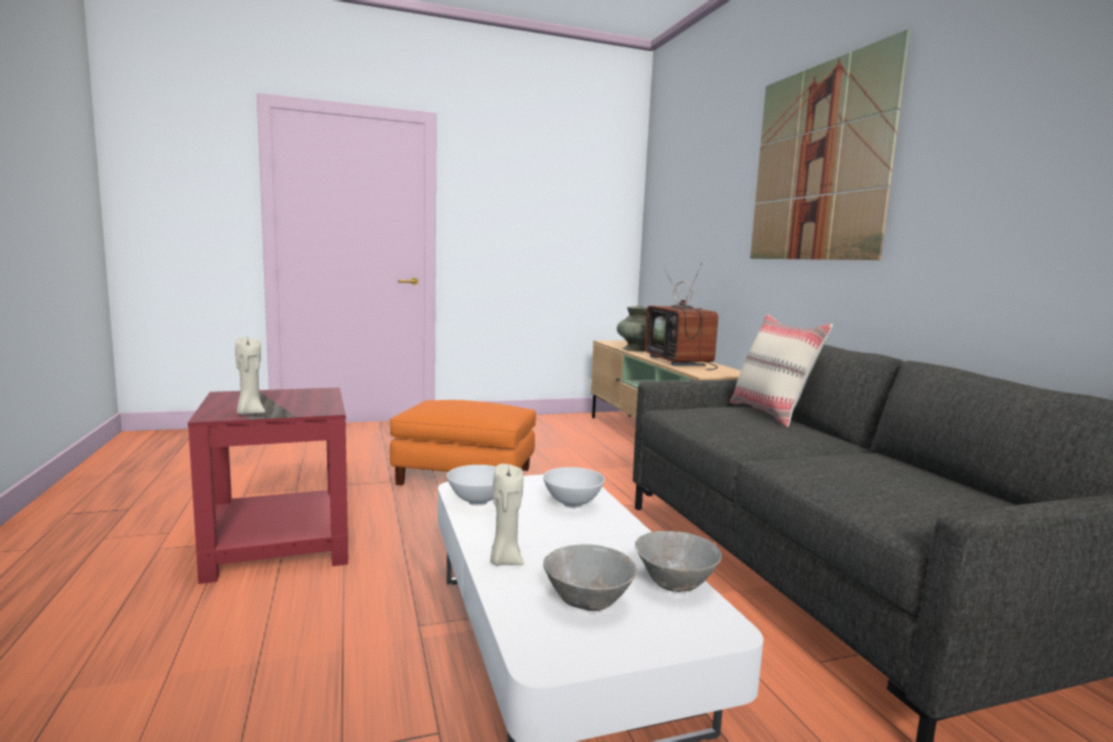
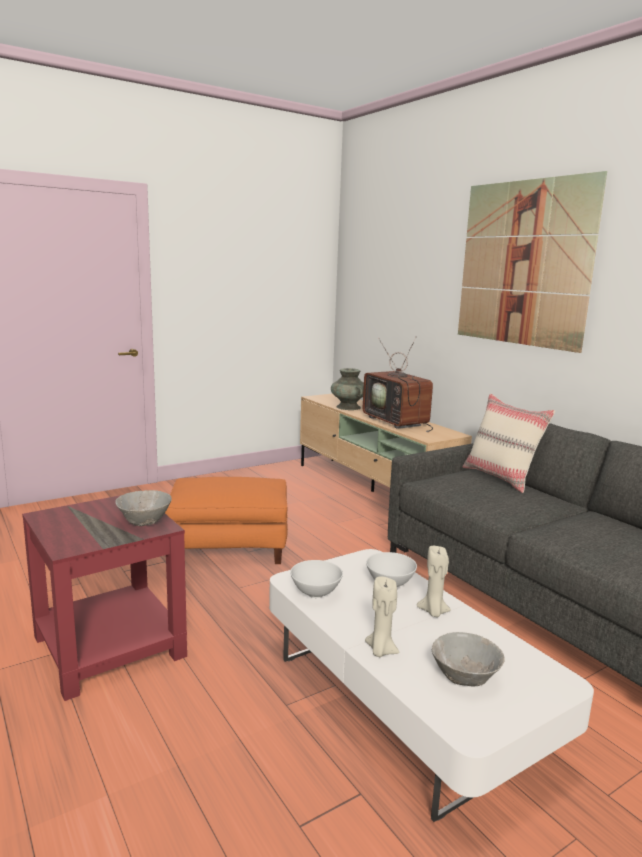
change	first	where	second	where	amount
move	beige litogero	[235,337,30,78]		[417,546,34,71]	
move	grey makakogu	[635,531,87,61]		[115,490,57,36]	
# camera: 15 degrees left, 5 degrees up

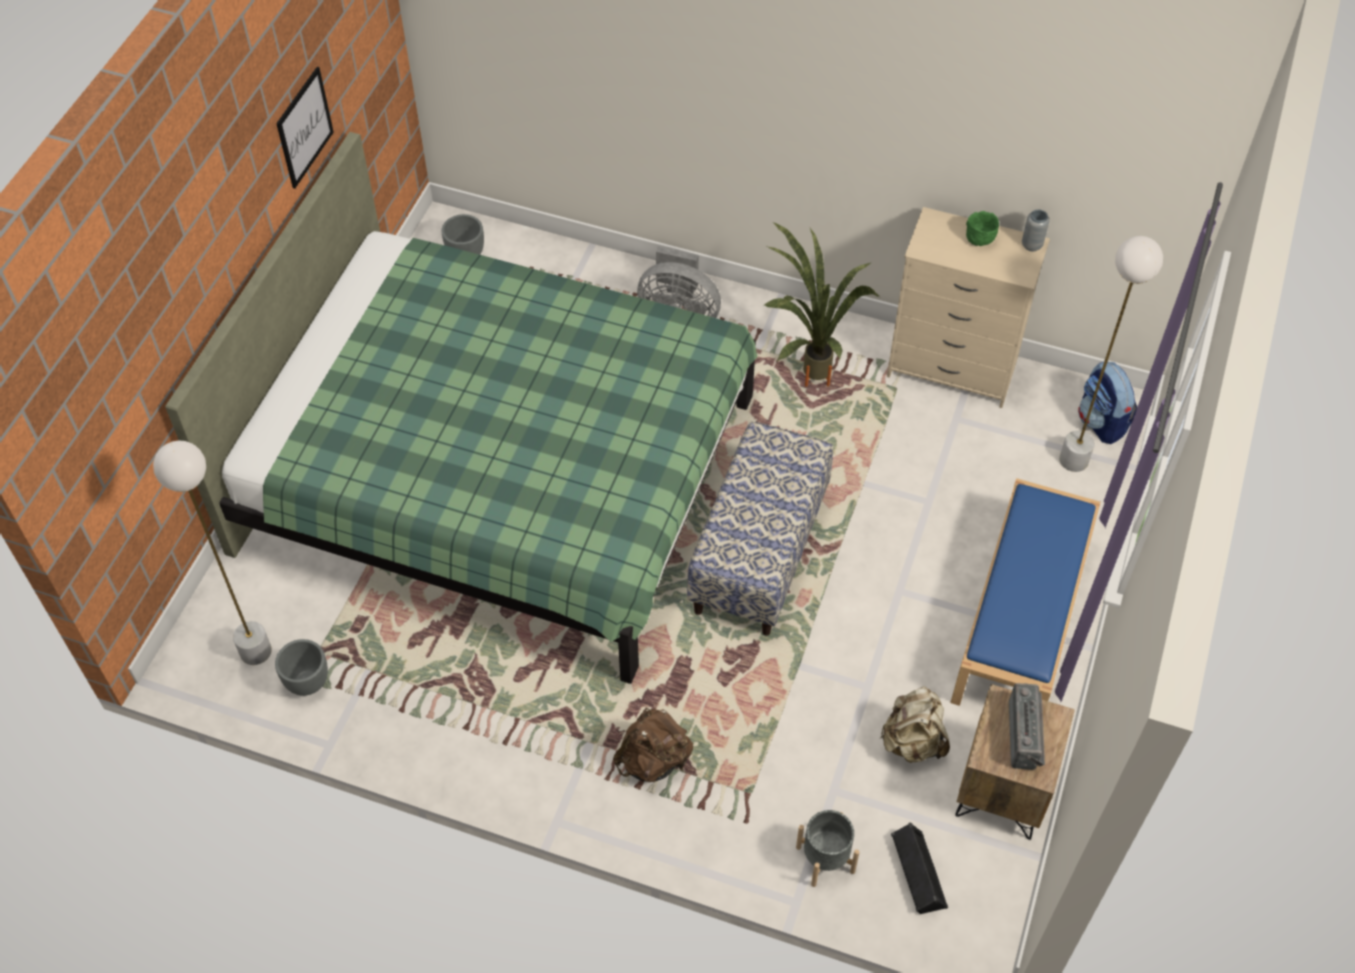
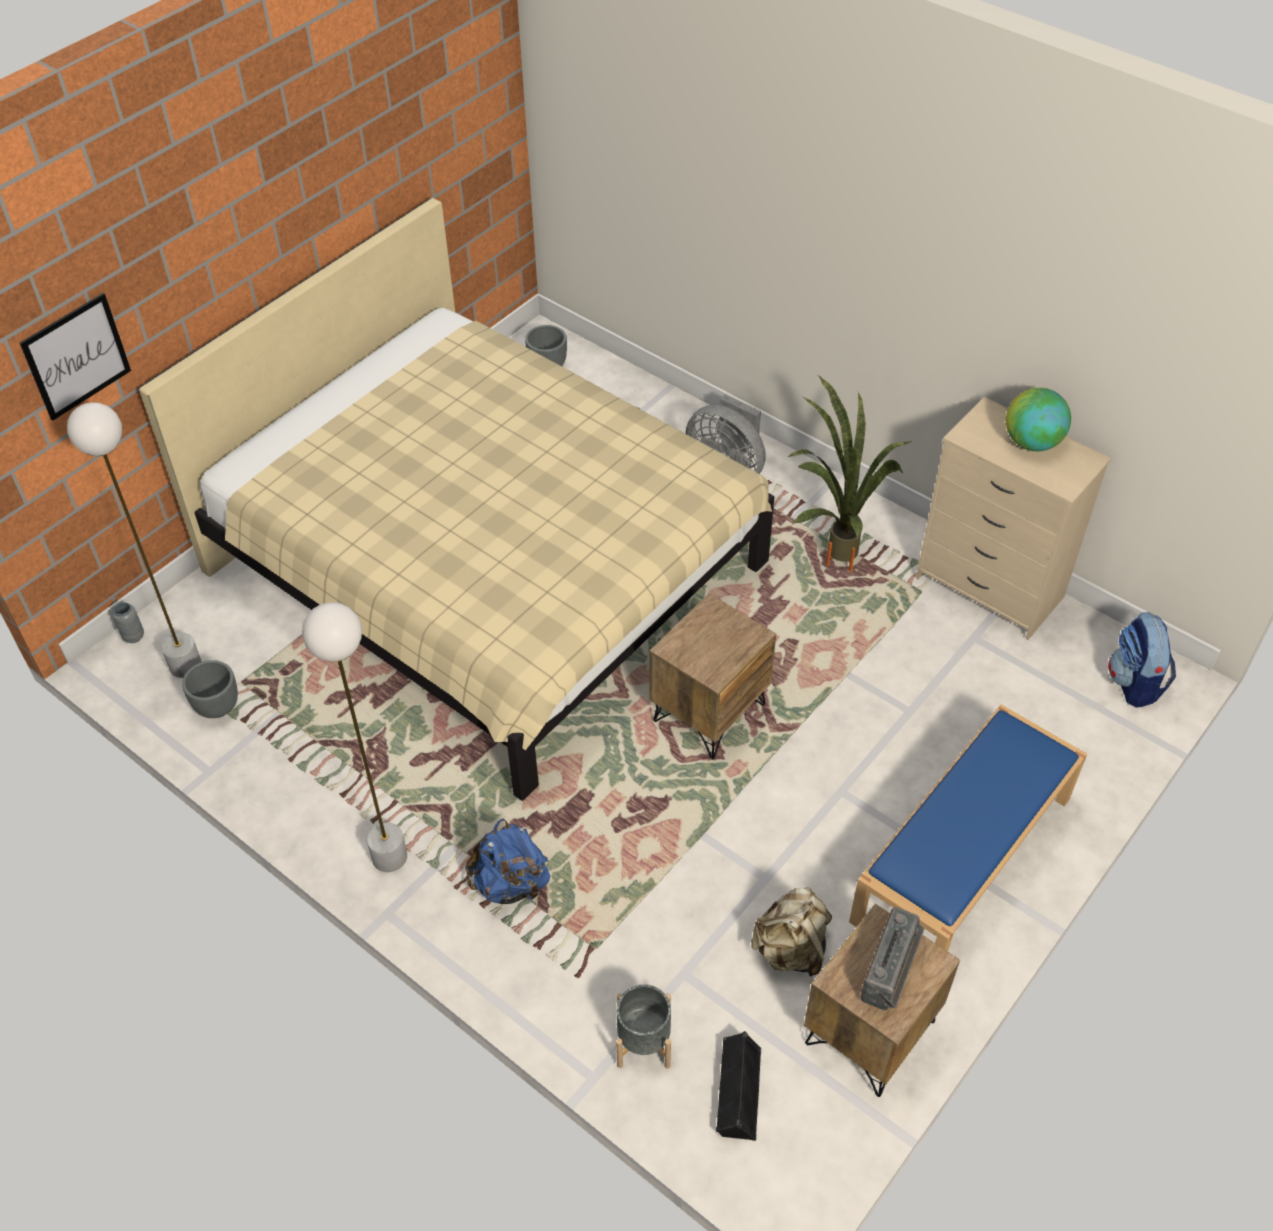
change	first	where	second	where	amount
move	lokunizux	[276,67,58,122]		[20,293,111,128]	
recolor	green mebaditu	[165,132,592,552]	beige mebaditu	[139,198,635,603]	
move	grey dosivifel	[1022,209,27,43]		[112,602,32,41]	
replace	green makakogu	[966,211,33,35]	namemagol	[1006,388,65,63]	
move	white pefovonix	[1059,236,104,236]		[302,602,105,270]	
replace	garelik	[687,421,146,215]	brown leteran	[650,594,126,165]	
recolor	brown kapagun	[613,708,80,74]	blue kapagun	[465,819,86,85]	
# camera: 20 degrees right, 5 degrees down

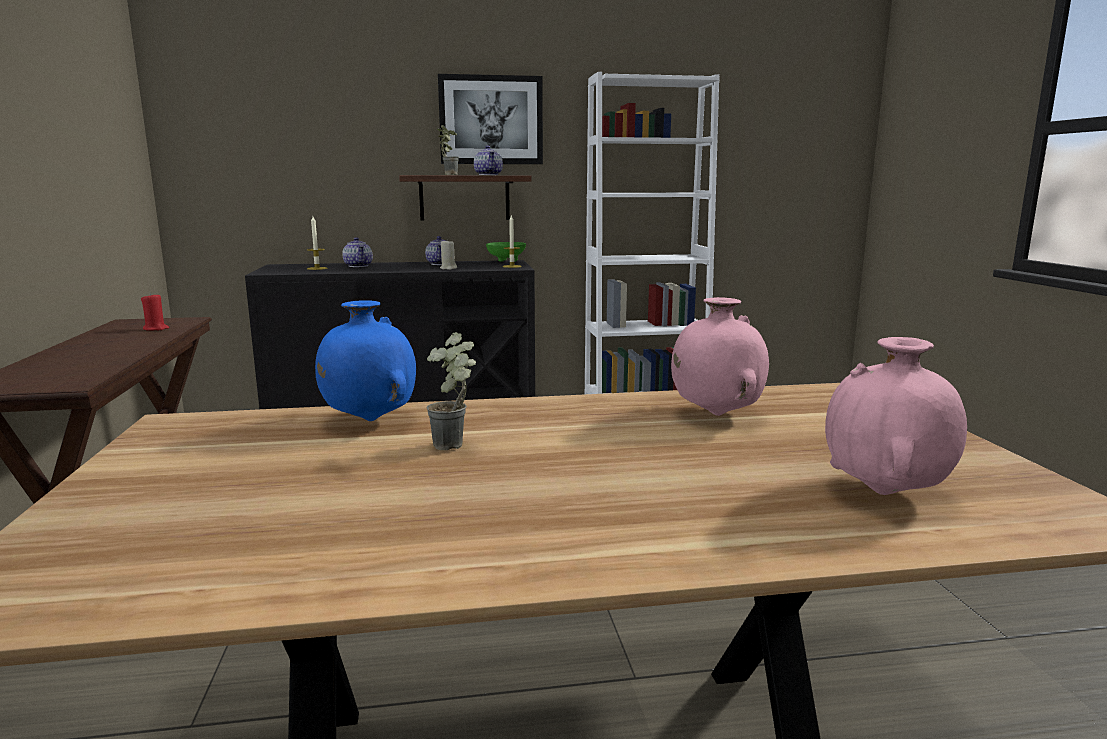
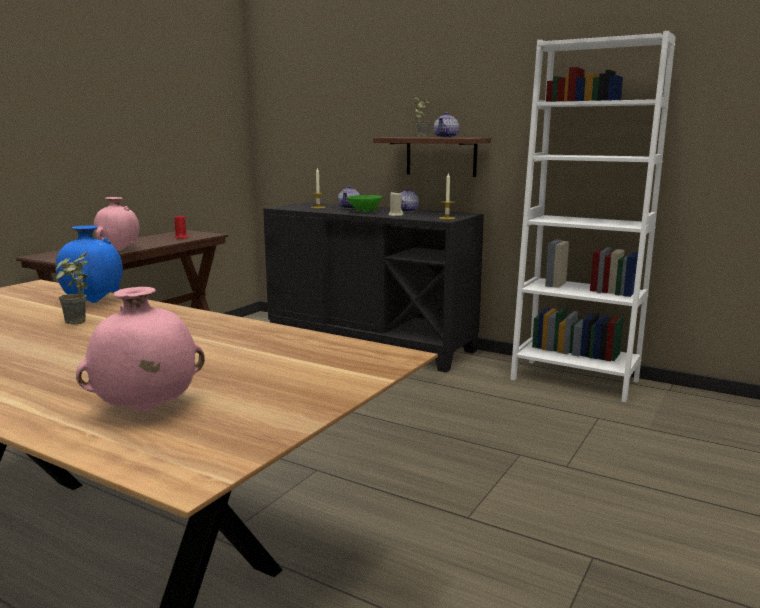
change	first	where	second	where	amount
delete	lokunizux	[438,74,105,90]			
move	green makakogu	[486,242,40,20]		[347,195,35,18]	
move	pink dosivifel	[671,297,98,119]		[94,197,46,54]	
# camera: 40 degrees right, 0 degrees up

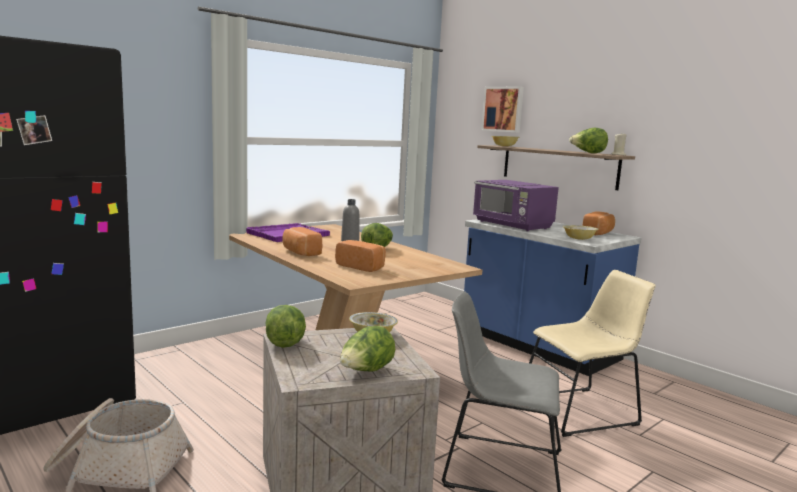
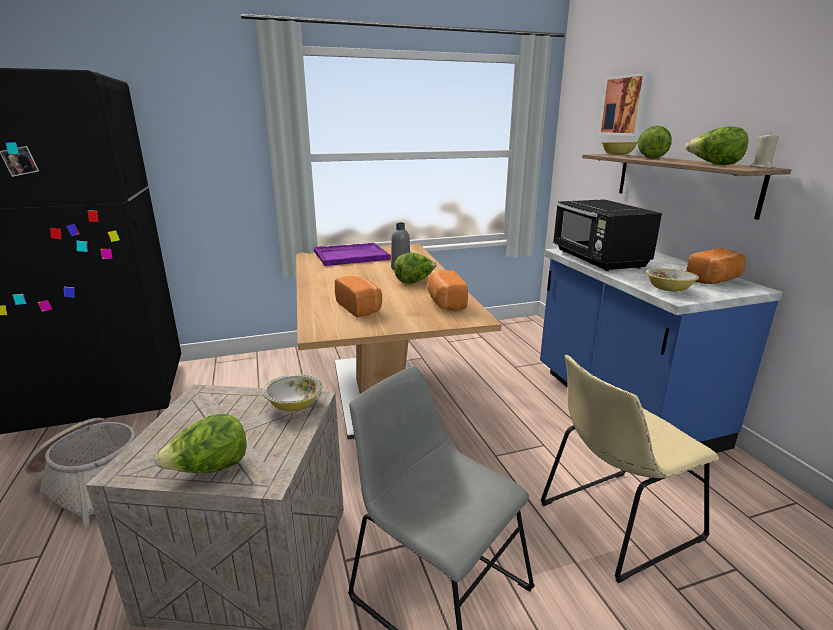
change	first	where	second	where	amount
recolor	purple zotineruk	[473,180,86,51]	black zotineruk	[553,199,109,72]	
move	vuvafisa	[283,227,39,29]		[427,270,41,40]	
rotate	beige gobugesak	[529,270,127,167]		[541,355,178,228]	150 degrees clockwise
move	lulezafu	[266,305,40,43]		[638,126,34,33]	
# camera: 25 degrees right, 10 degrees up

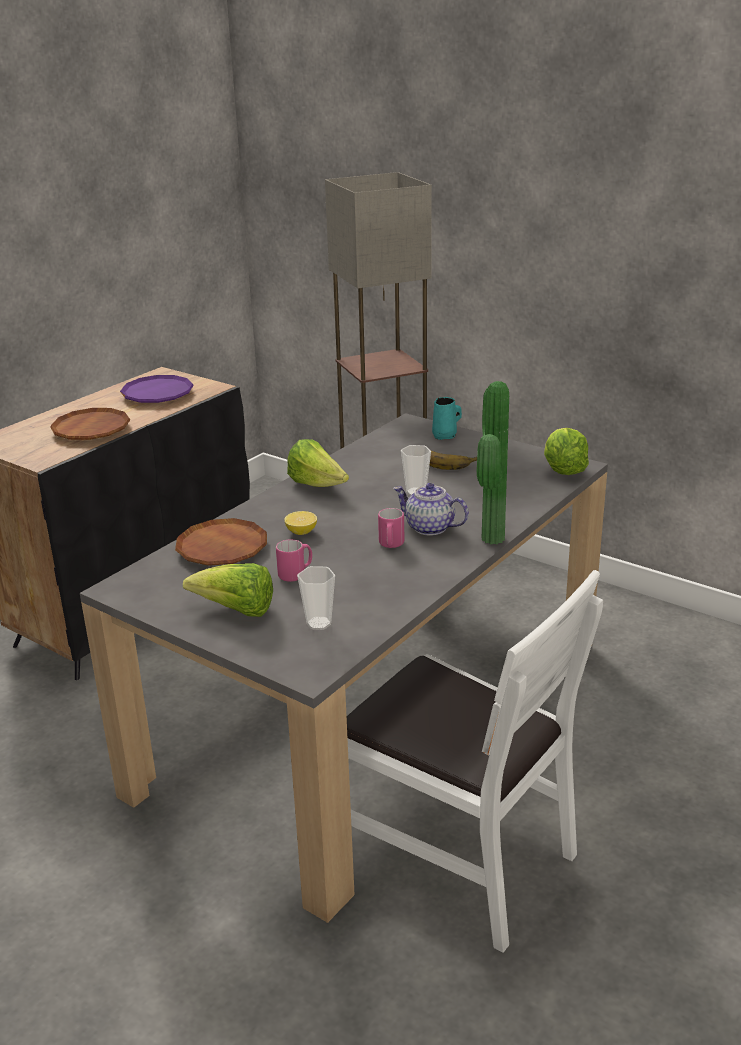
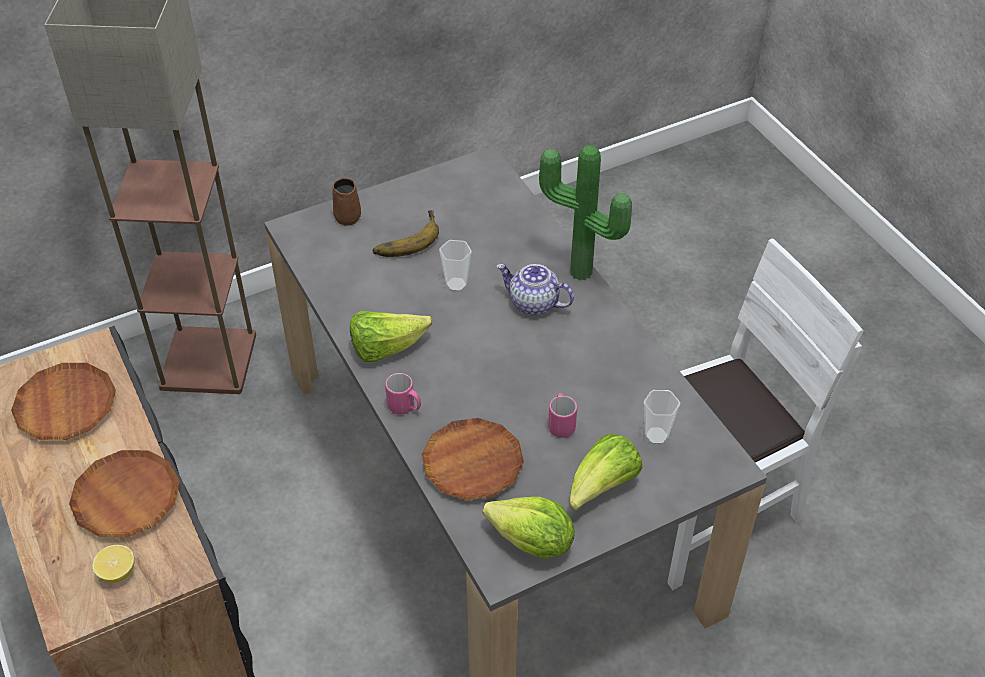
change	first	where	second	where	amount
recolor	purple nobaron	[120,375,74,28]	brown nobaron	[11,363,105,77]	
recolor	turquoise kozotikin	[432,397,30,43]	brown kozotikin	[332,178,29,48]	
move	lulezafu	[544,428,45,47]		[483,497,92,62]	
rotate	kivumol	[393,483,76,53]		[497,263,77,52]	60 degrees clockwise
move	pink kozotikin	[378,508,26,40]		[385,373,36,41]	
move	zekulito	[284,511,33,24]		[92,545,43,38]	
# camera: 65 degrees left, 20 degrees up

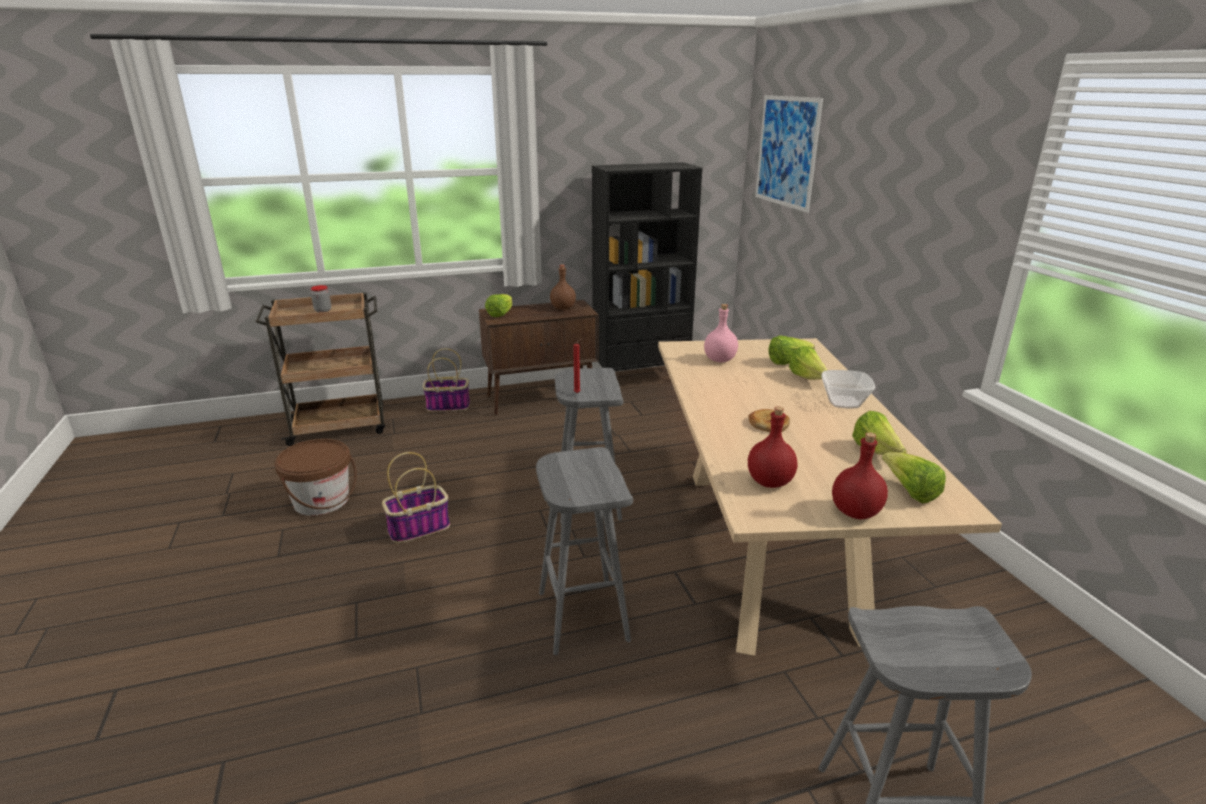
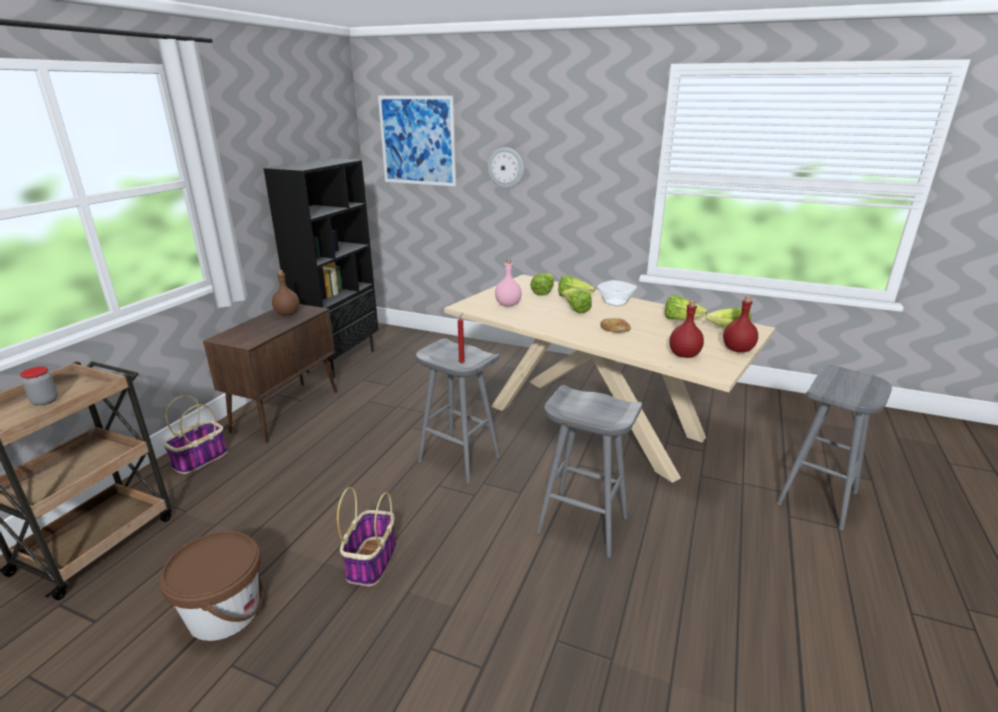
change	first	where	second	where	amount
move	lulezafu	[485,294,27,23]		[562,289,30,25]	
insert			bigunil	[487,147,37,41]	
# camera: 50 degrees left, 0 degrees up

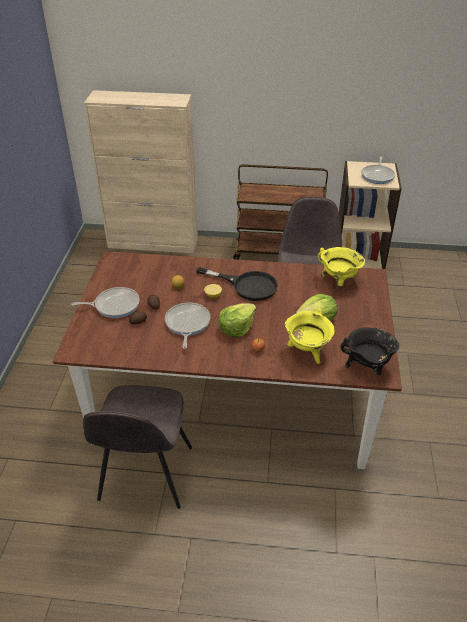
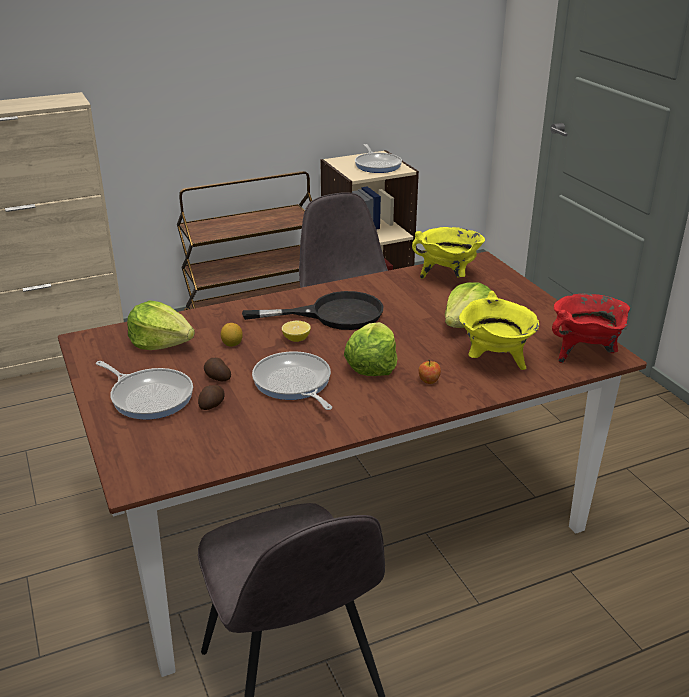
change	first	where	second	where	amount
rotate	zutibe	[71,287,69,31]		[96,361,97,59]	75 degrees clockwise
recolor	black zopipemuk	[341,327,58,48]	red zopipemuk	[552,294,78,69]	
insert			lulezafu	[127,300,68,50]	
# camera: 30 degrees left, 10 degrees down

